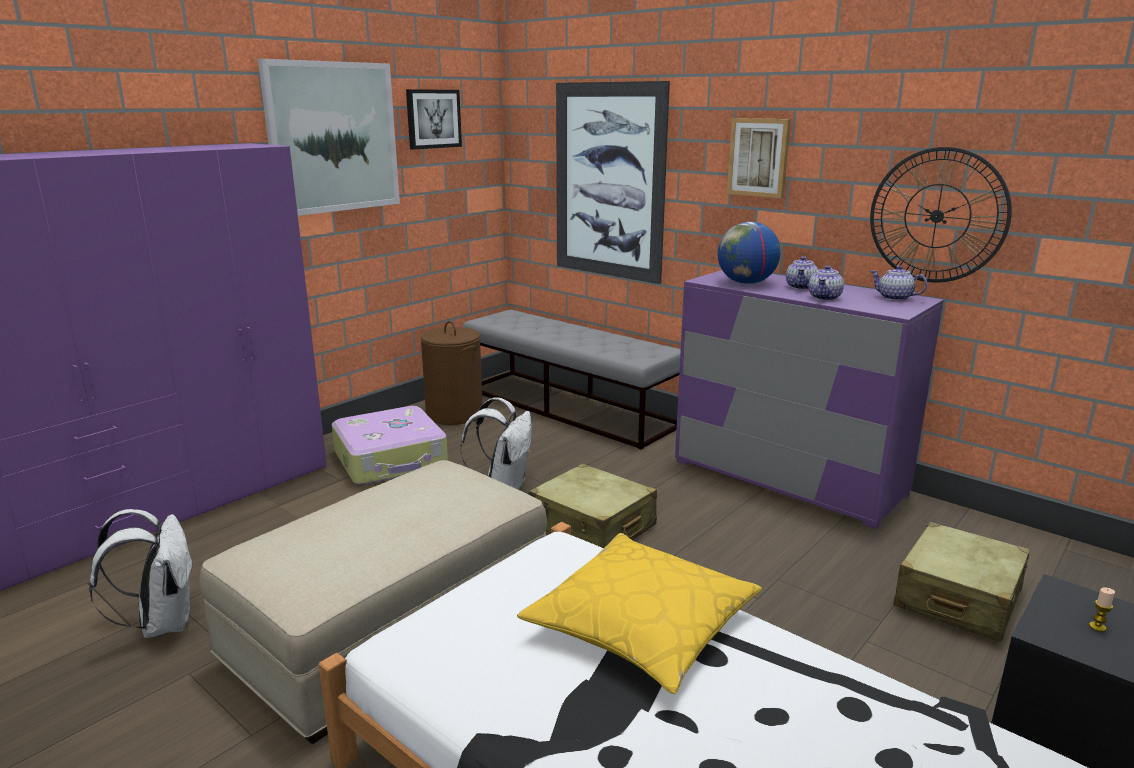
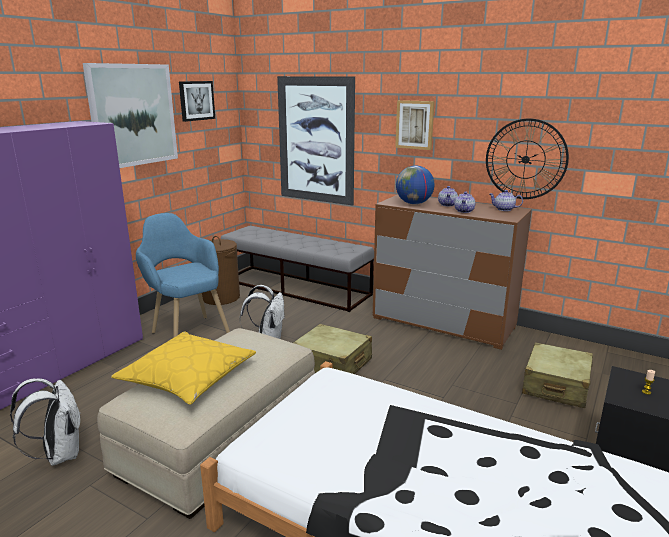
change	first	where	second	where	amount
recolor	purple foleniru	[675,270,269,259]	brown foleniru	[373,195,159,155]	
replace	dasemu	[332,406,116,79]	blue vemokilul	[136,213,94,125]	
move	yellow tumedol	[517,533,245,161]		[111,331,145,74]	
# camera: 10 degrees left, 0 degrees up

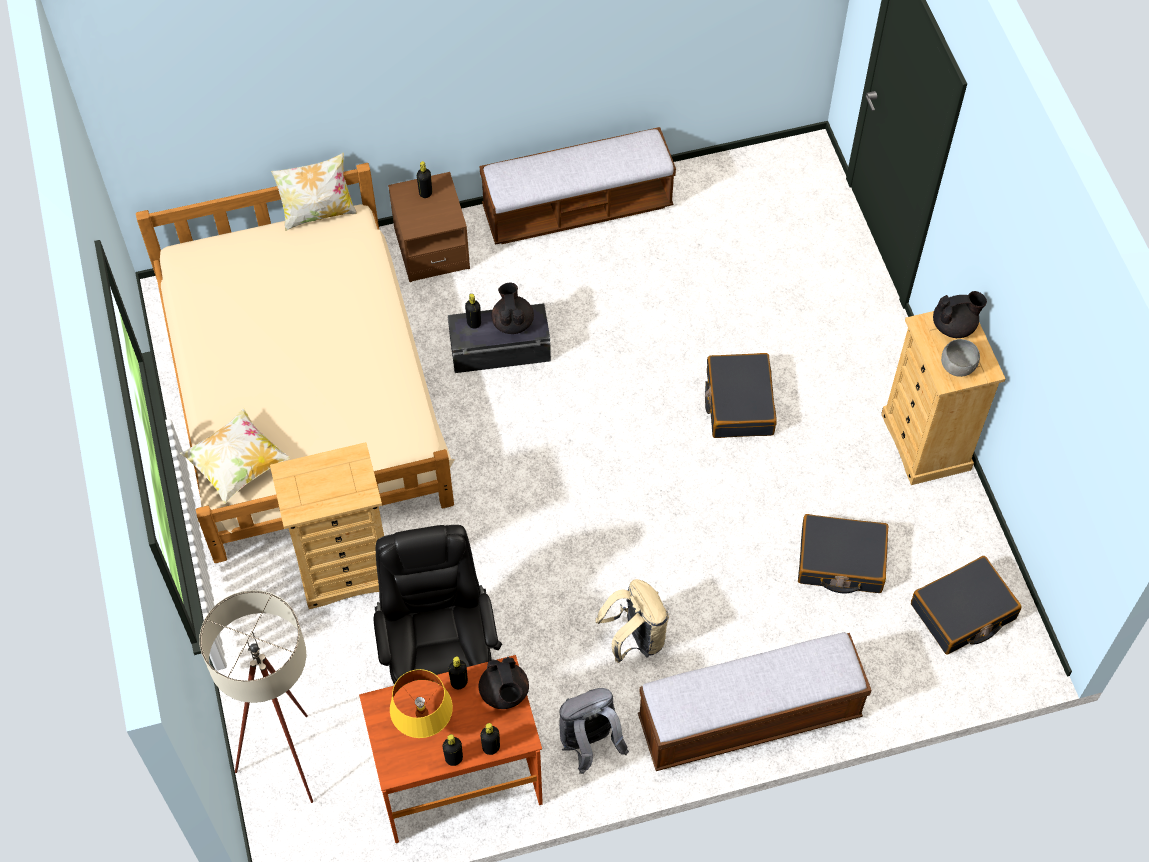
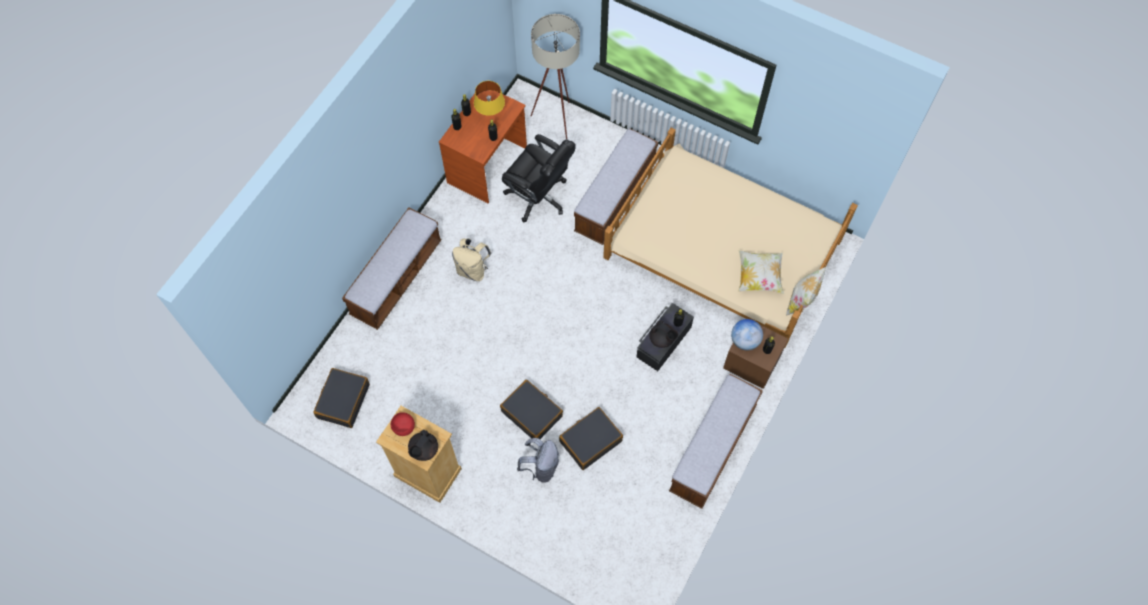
change	first	where	second	where	amount
recolor	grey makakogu	[941,339,39,38]	red makakogu	[391,412,24,24]	
move	tumedol	[180,408,110,96]		[738,250,46,44]	
replace	beige foleniru	[270,442,114,167]	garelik	[574,128,84,117]	
move	black dasemu	[798,514,90,79]		[559,407,64,63]	
delete	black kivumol	[479,657,50,52]			
move	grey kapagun	[559,688,70,86]		[517,438,42,45]	
insert			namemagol	[731,319,32,31]	
# camera: 135 degrees right, 5 degrees up

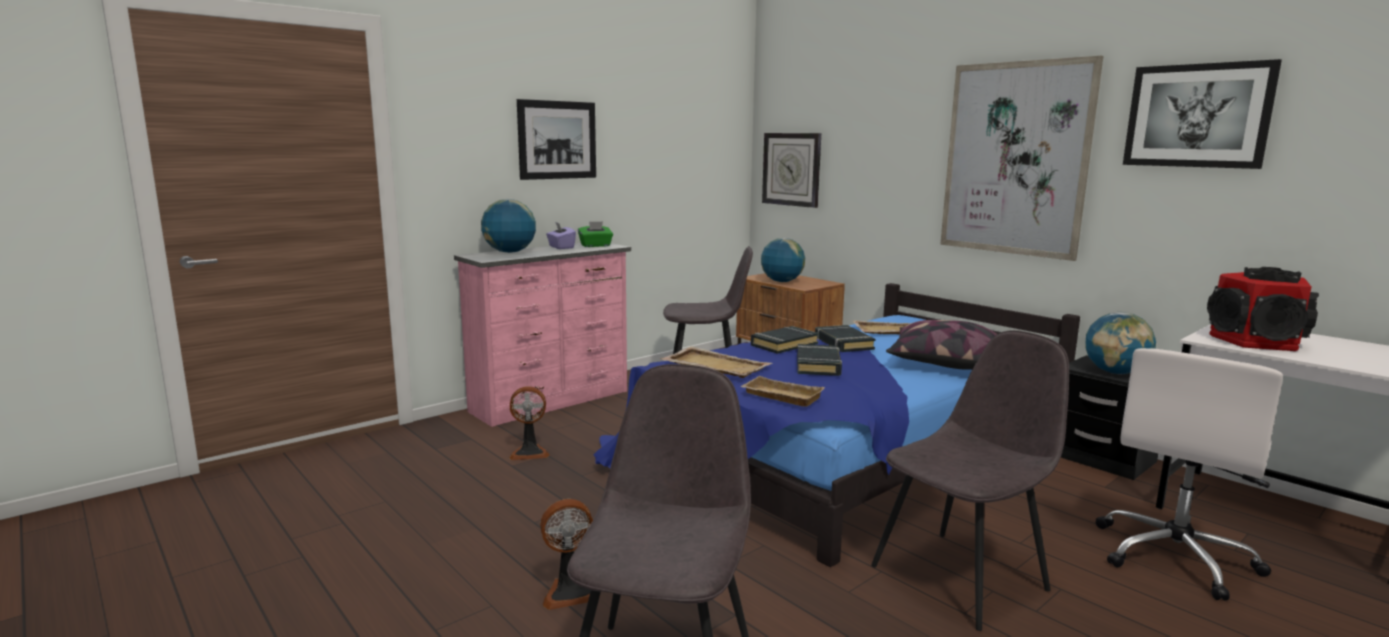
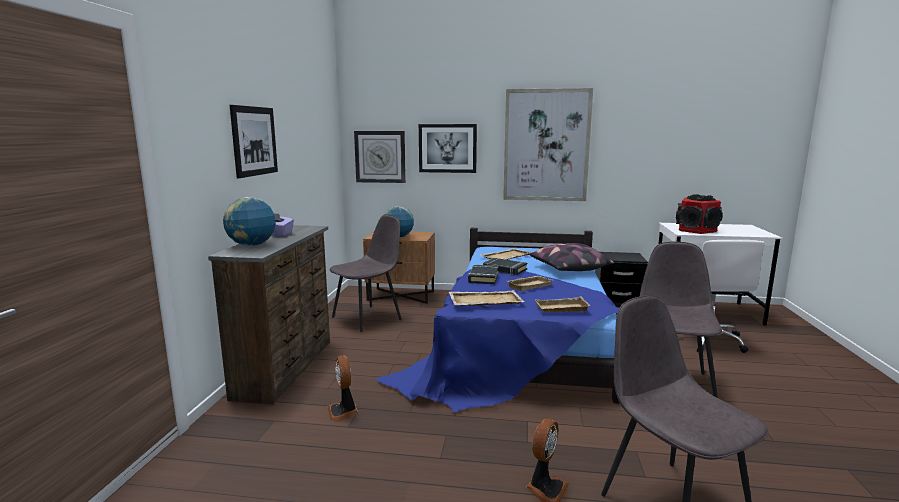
change	first	where	second	where	amount
move	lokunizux	[1123,59,159,110]		[419,124,58,49]	
delete	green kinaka	[578,221,35,26]			
recolor	pink foleniru	[454,243,177,184]	brown foleniru	[208,225,122,180]	
delete	namemagol	[1085,312,71,62]			
replace	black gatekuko	[797,344,45,32]	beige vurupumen	[507,276,45,15]	
rotate	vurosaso	[509,386,41,74]		[328,355,30,67]	120 degrees clockwise
# camera: 40 degrees left, 0 degrees up

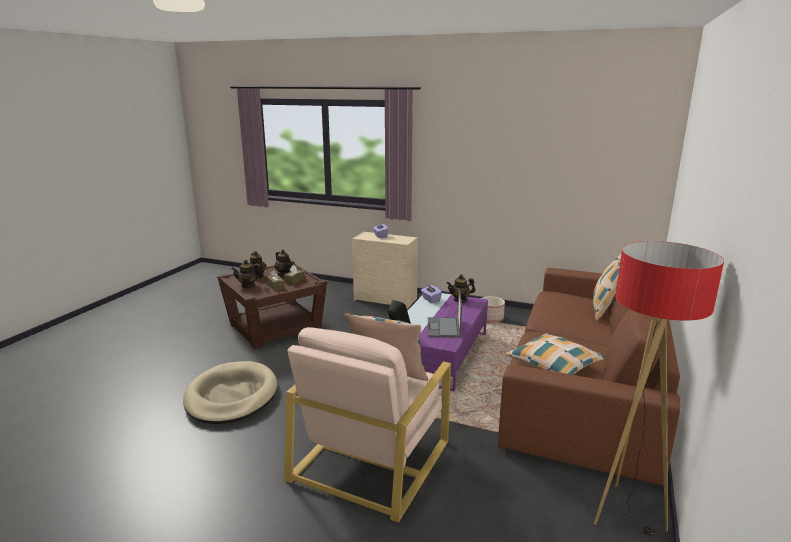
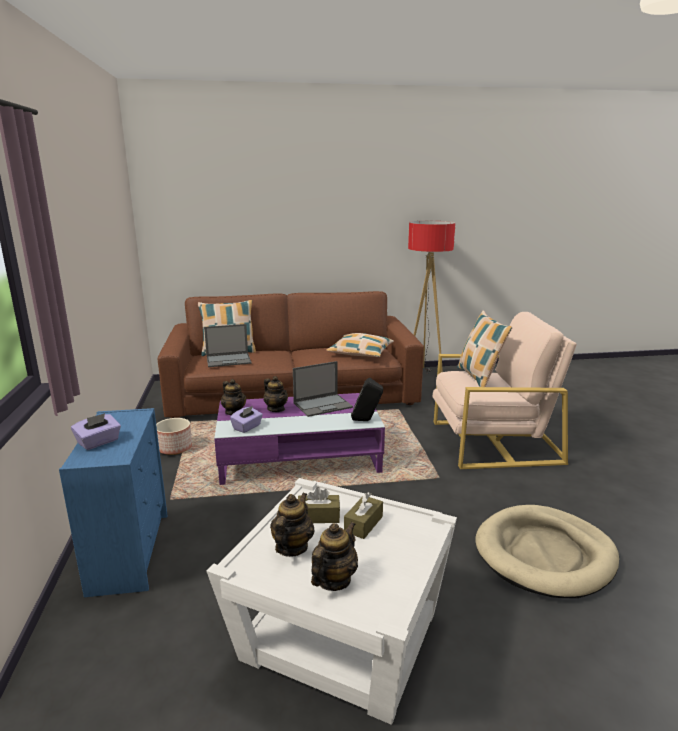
change	first	where	second	where	amount
recolor	beige foleniru	[352,231,66,78]	blue foleniru	[59,408,109,189]	
move	kivumol	[231,260,32,28]		[264,376,24,36]	
recolor	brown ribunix	[217,261,110,87]	white ribunix	[206,478,251,247]	
insert			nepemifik	[204,324,47,43]	
# camera: 120 degrees left, 0 degrees up

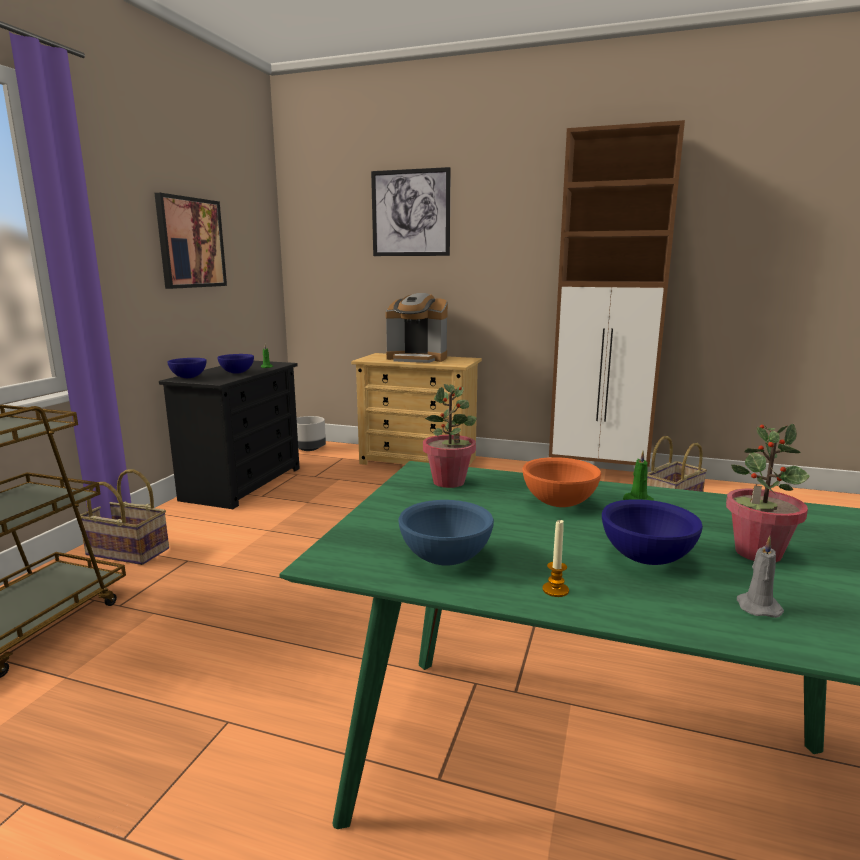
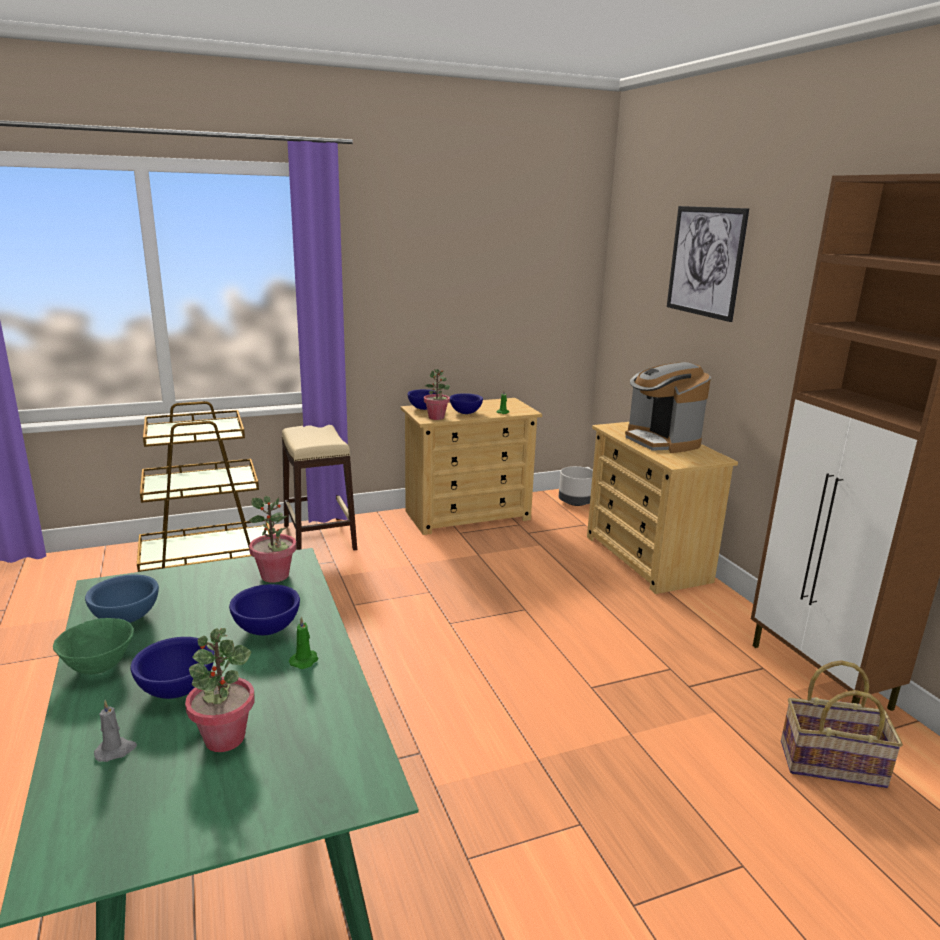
change	first	where	second	where	amount
delete	lokunizux	[154,193,73,96]			
recolor	black foleniru	[159,361,141,148]	beige foleniru	[401,398,141,137]	
recolor	orange makakogu	[523,457,78,50]	blue makakogu	[229,584,71,51]	
replace	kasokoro	[80,469,89,96]	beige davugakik	[282,425,75,125]	
replace	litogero	[543,520,26,77]	green makakogu	[53,618,81,57]	
insert			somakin	[424,369,26,51]	
# camera: 50 degrees right, 5 degrees up

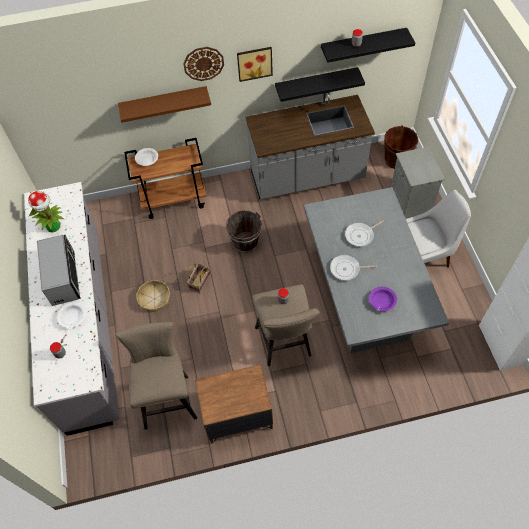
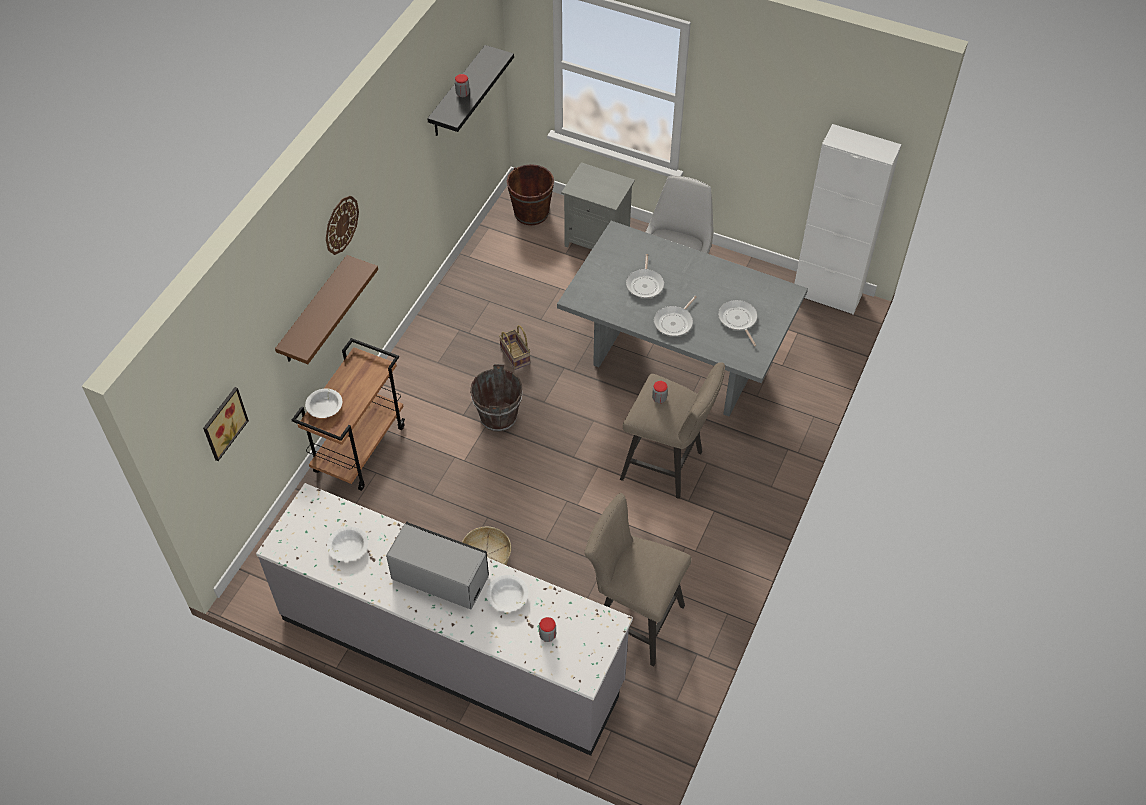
change	first	where	second	where	amount
move	lokunizux	[237,47,36,35]		[203,387,46,74]	
delete	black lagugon	[275,67,90,35]			
delete	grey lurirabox	[246,92,129,107]			
replace	somakin	[28,191,36,41]	white makakogu	[327,526,41,36]	
move	kasokoro	[187,263,23,30]		[499,325,31,45]	
replace	purple makakogu	[369,287,28,24]	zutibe	[718,300,39,46]	
delete	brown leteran	[195,364,78,80]			
# camera: 55 degrees left, 5 degrees down

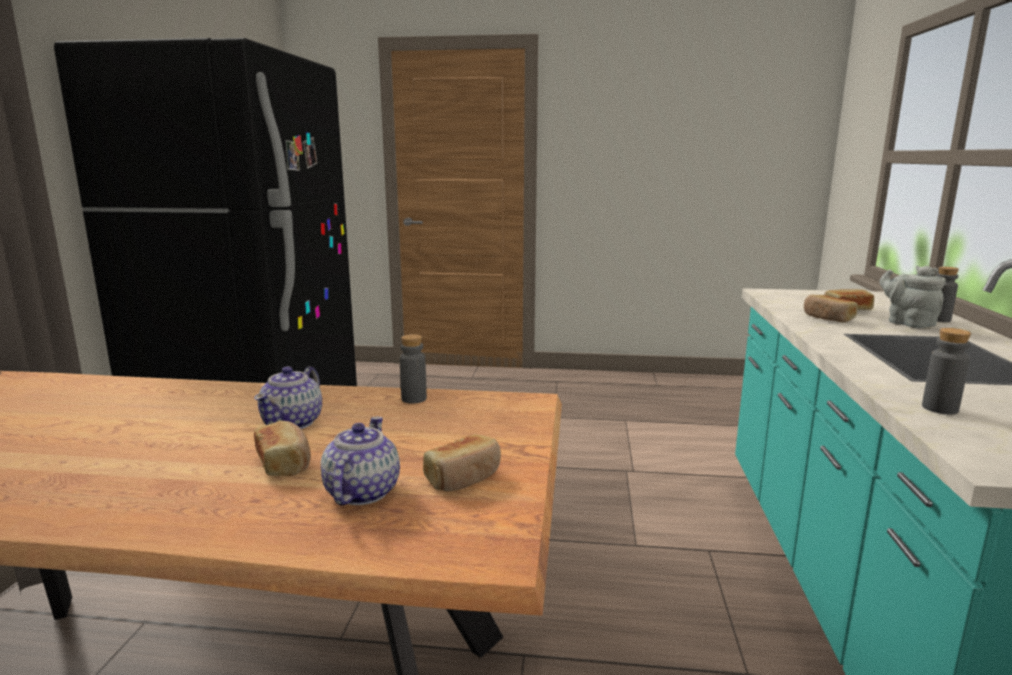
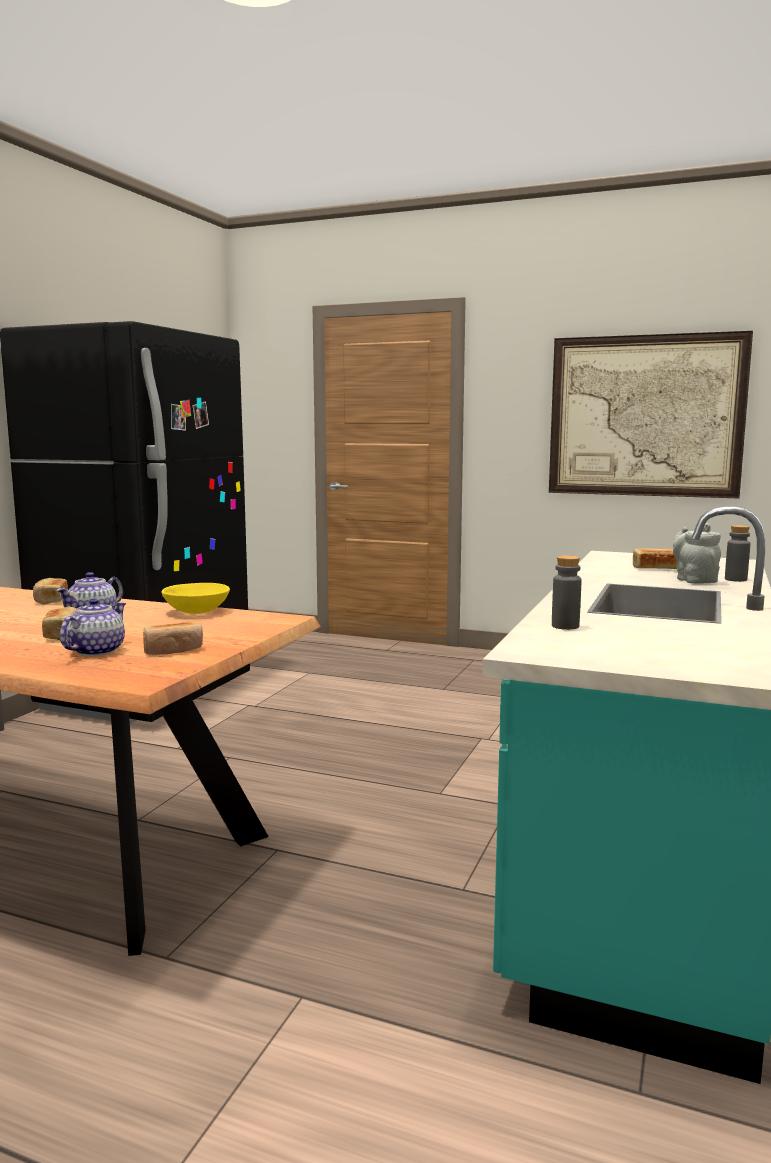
change	first	where	second	where	amount
move	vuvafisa	[804,295,54,27]		[33,578,35,27]	
replace	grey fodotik	[400,334,27,70]	yellow makakogu	[161,583,69,31]	
insert			lokunizux	[549,331,204,167]	
# camera: 15 degrees right, 5 degrees down

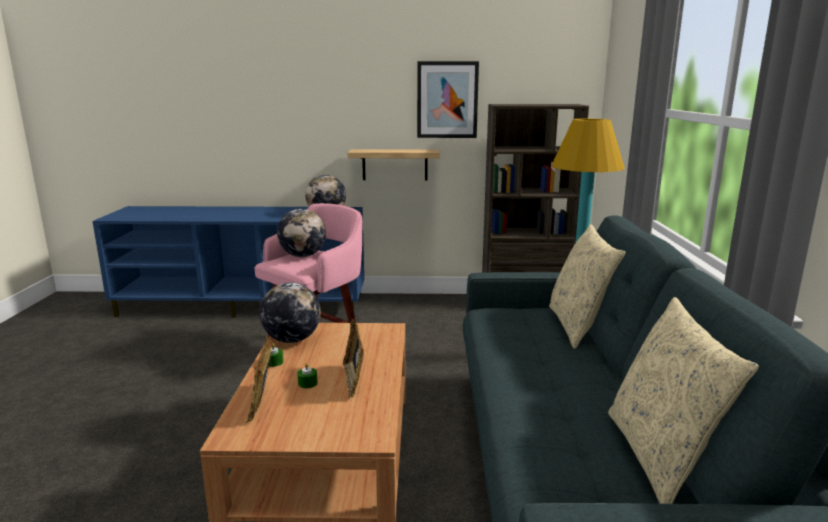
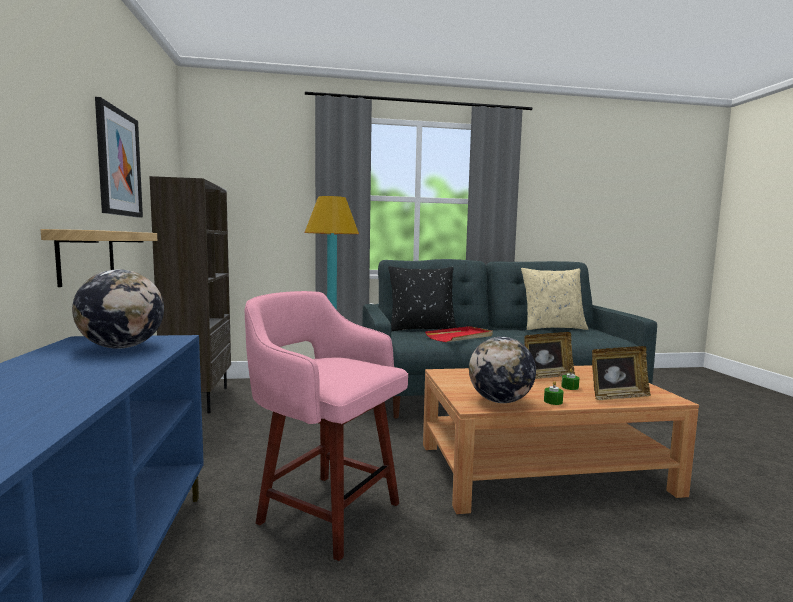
change	first	where	second	where	amount
delete	namemagol	[277,209,49,48]			
recolor	beige tumedol	[549,224,76,125]	black tumedol	[388,266,69,65]	
insert			red vurupumen	[425,326,68,16]	
# camera: 100 degrees left, 10 degrees down

